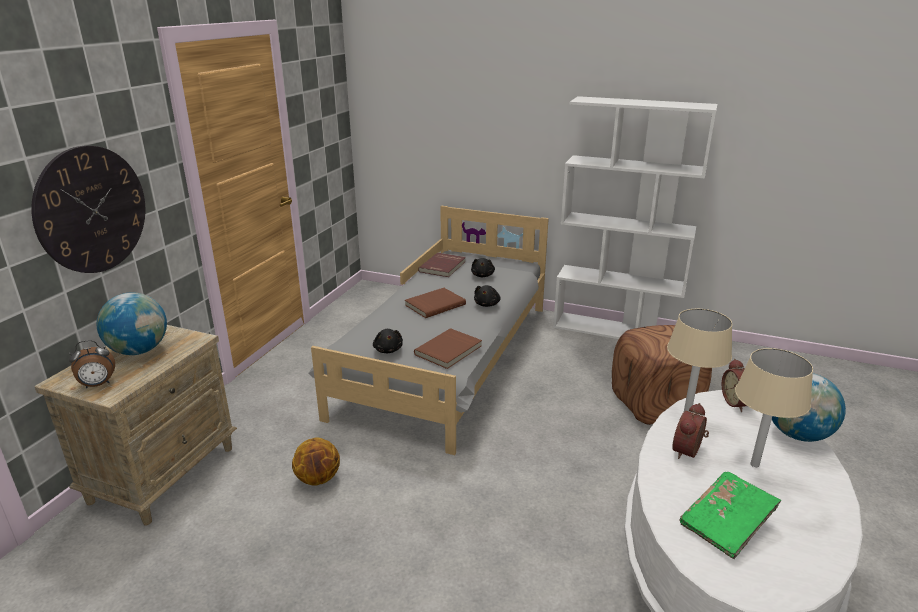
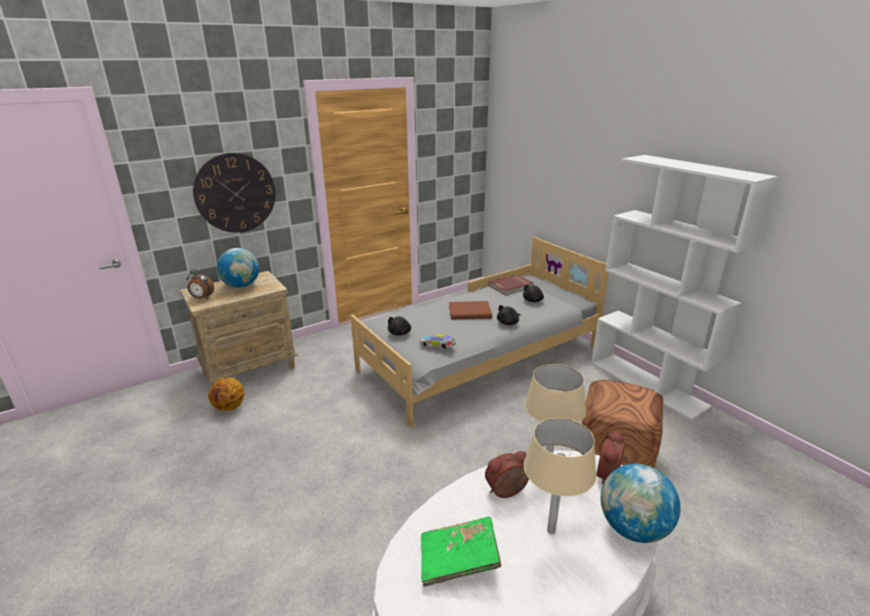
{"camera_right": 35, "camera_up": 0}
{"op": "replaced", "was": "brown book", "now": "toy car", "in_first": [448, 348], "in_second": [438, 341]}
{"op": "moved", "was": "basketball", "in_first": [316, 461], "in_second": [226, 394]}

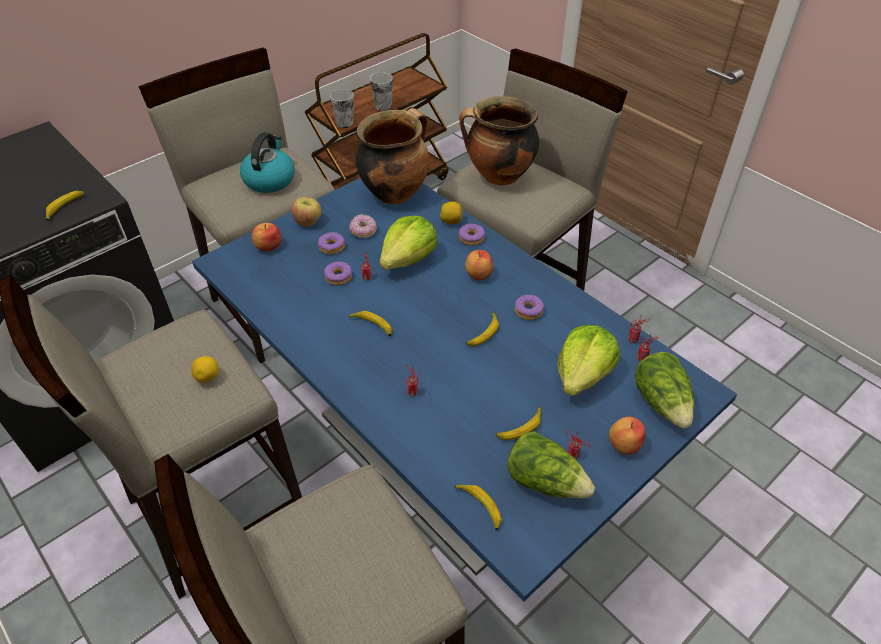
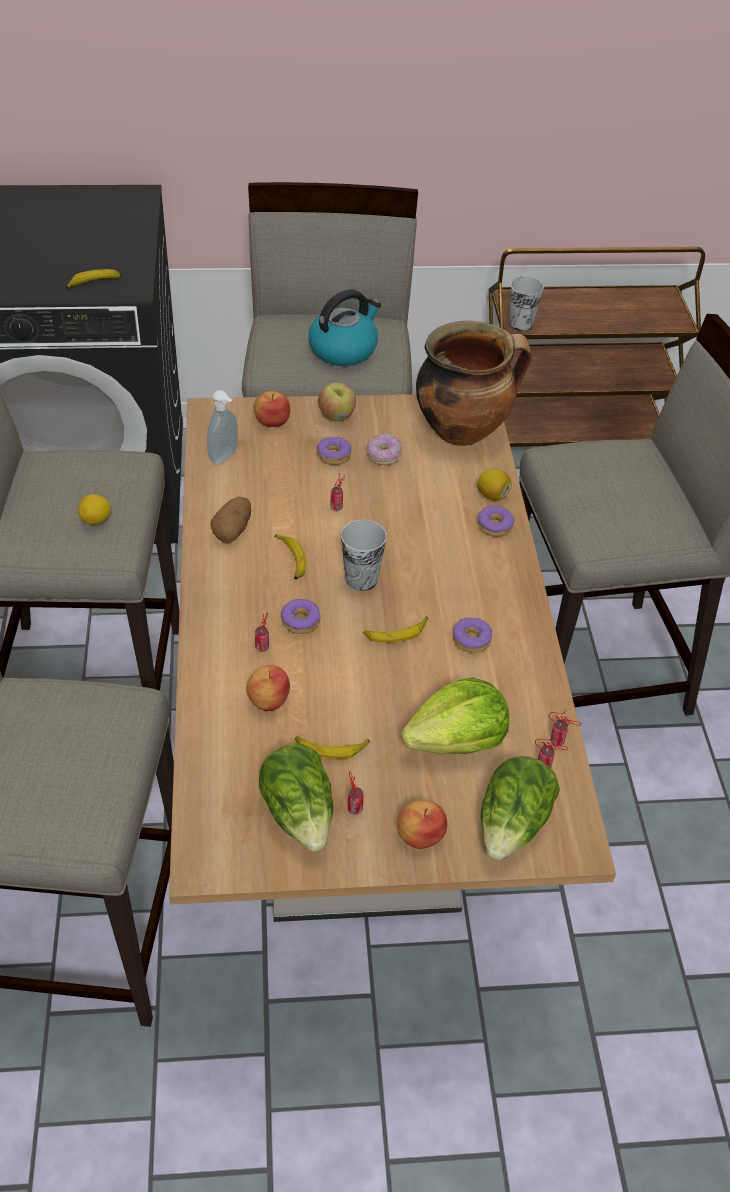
{"camera_right": 35, "camera_up": 0}
{"op": "moved", "was": "cup", "in_first": [381, 92], "in_second": [364, 555]}
{"op": "removed", "was": "cooking pot", "in_first": [499, 140]}
{"op": "recoloured", "was": "blue dining table", "now": "brown dining table", "in_first": [464, 390], "in_second": [392, 658]}
{"op": "removed", "was": "lettuce", "in_first": [408, 242]}
{"op": "moved", "was": "apple", "in_first": [479, 265], "in_second": [268, 688]}
{"op": "moved", "was": "donut", "in_first": [338, 273], "in_second": [301, 616]}
{"op": "removed", "was": "banana", "in_first": [478, 507]}
{"op": "added", "now": "soap dispenser", "in_second": [222, 427]}
{"op": "added", "now": "potato", "in_second": [230, 519]}

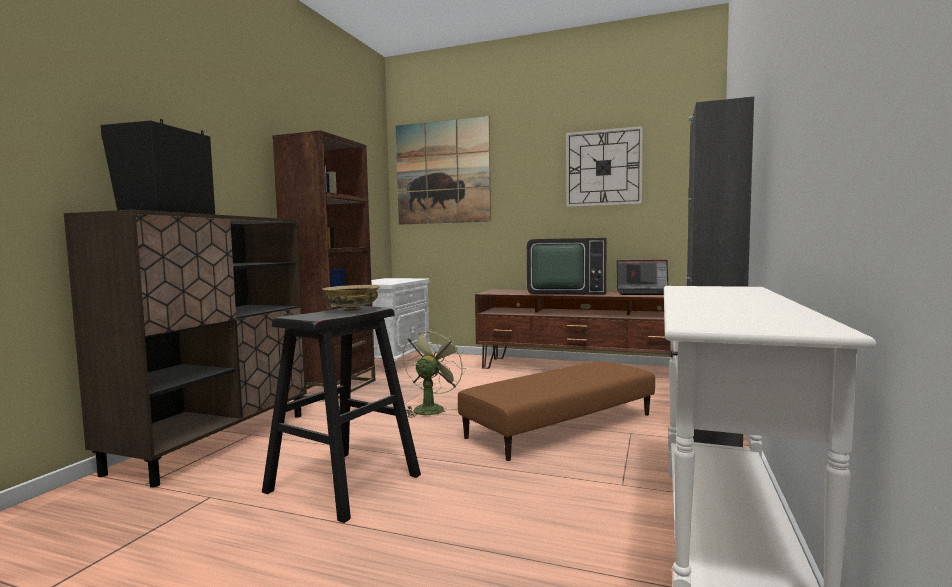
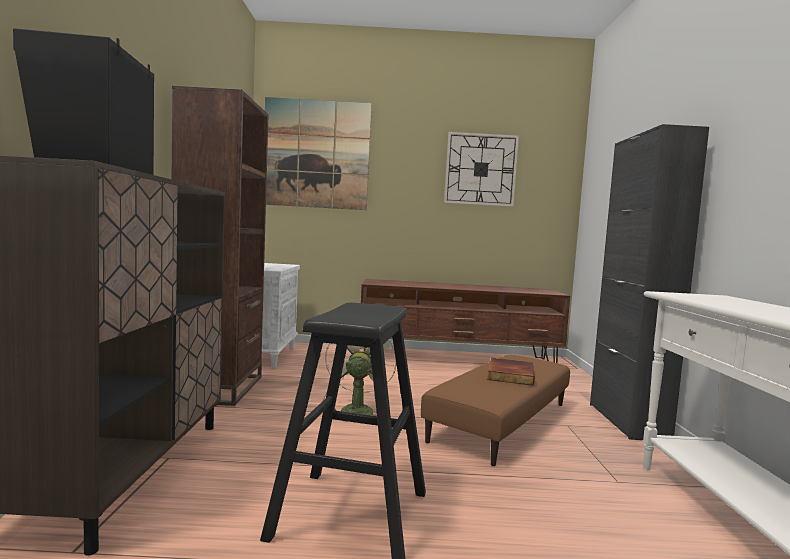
{"camera_right": -20, "camera_up": 0}
{"op": "removed", "was": "television", "in_first": [567, 266]}
{"op": "removed", "was": "laptop", "in_first": [642, 277]}
{"op": "removed", "was": "beige bowl", "in_first": [351, 298]}
{"op": "added", "now": "book", "in_second": [511, 372]}

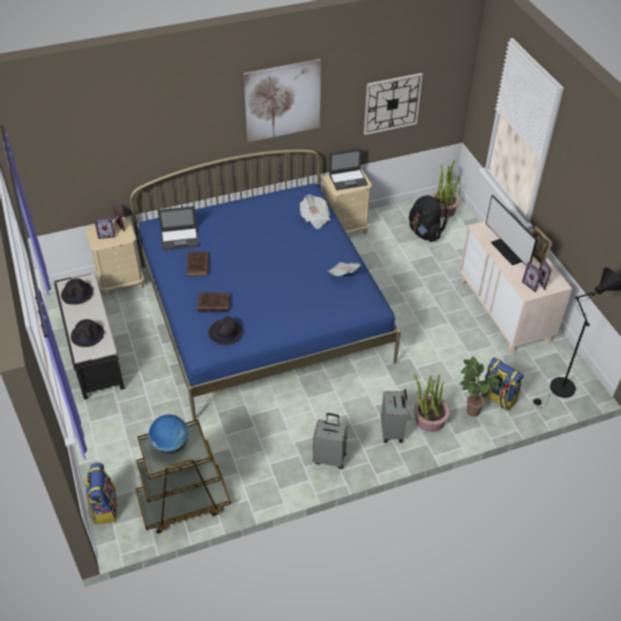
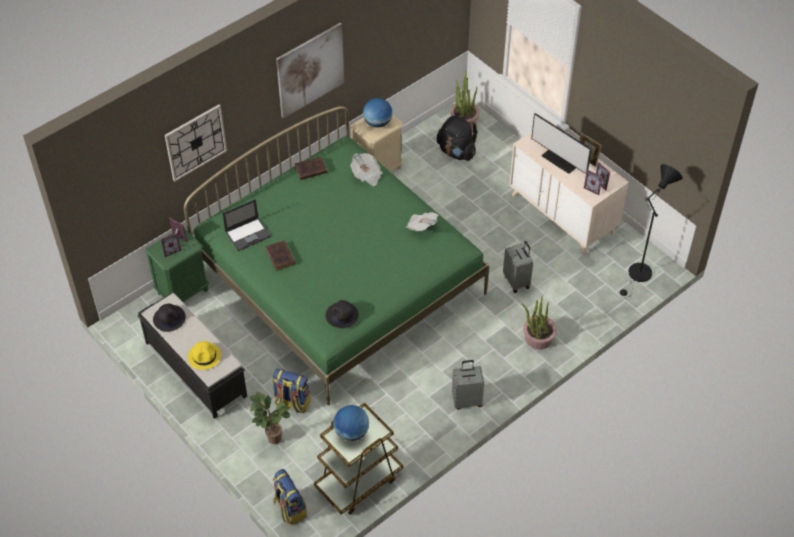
{"camera_right": -20, "camera_up": 5}
{"op": "moved", "was": "wall clock", "in_first": [393, 104], "in_second": [196, 142]}
{"op": "replaced", "was": "laptop", "now": "globe", "in_first": [348, 169], "in_second": [377, 113]}
{"op": "recoloured", "was": "blue bed", "now": "green bed", "in_first": [265, 285], "in_second": [337, 255]}
{"op": "recoloured", "was": "beige nightstand", "now": "green nightstand", "in_first": [114, 257], "in_second": [177, 265]}
{"op": "moved", "was": "brown book", "in_first": [213, 302], "in_second": [311, 168]}
{"op": "recoloured", "was": "black hat", "now": "yellow hat", "in_first": [87, 333], "in_second": [204, 355]}
{"op": "moved", "was": "potted plant", "in_first": [480, 386], "in_second": [270, 417]}
{"op": "moved", "was": "backpack", "in_first": [502, 384], "in_second": [292, 390]}
{"op": "moved", "was": "grey suitcase", "in_first": [394, 416], "in_second": [518, 267]}

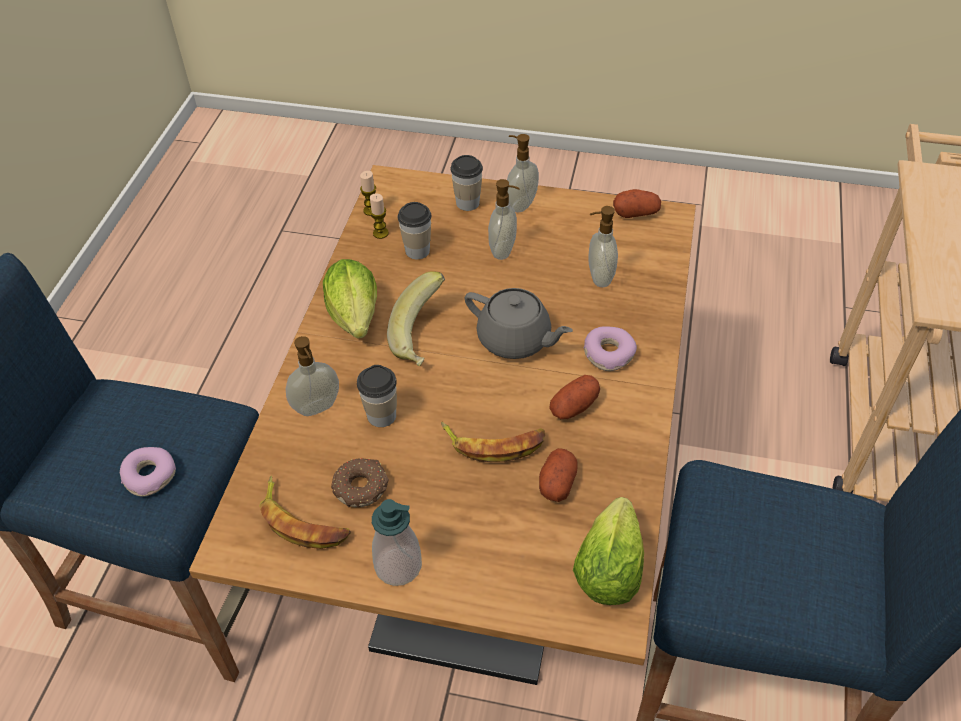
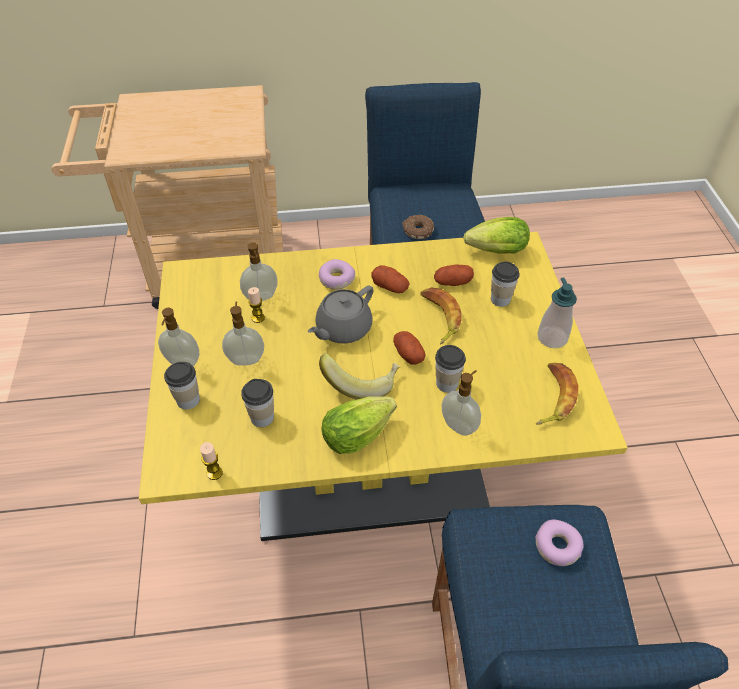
{"camera_right": -110, "camera_up": 0}
{"op": "recoloured", "was": "brown dining table", "now": "yellow dining table", "in_first": [442, 425], "in_second": [383, 386]}
{"op": "moved", "was": "potato", "in_first": [637, 203], "in_second": [409, 348]}
{"op": "moved", "was": "candle", "in_first": [379, 216], "in_second": [256, 305]}
{"op": "turned", "was": "grey teapot", "in_first": [519, 323], "in_second": [340, 314], "clockwise": -150}
{"op": "moved", "was": "donut", "in_first": [360, 482], "in_second": [418, 227]}
{"op": "added", "now": "cup", "in_second": [505, 284]}

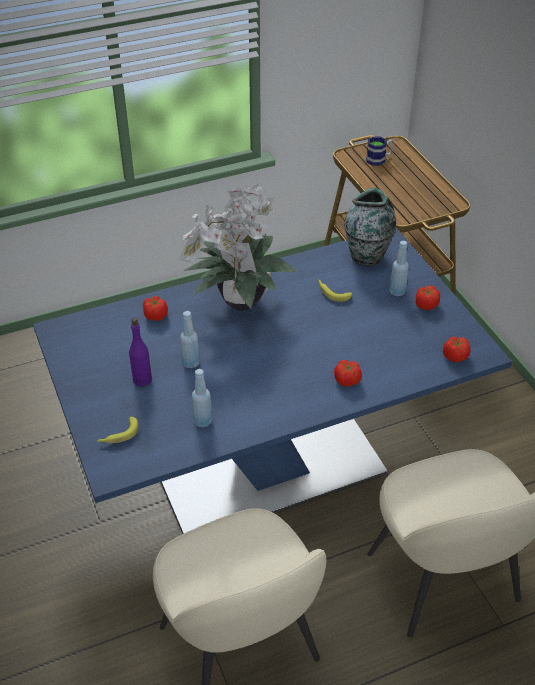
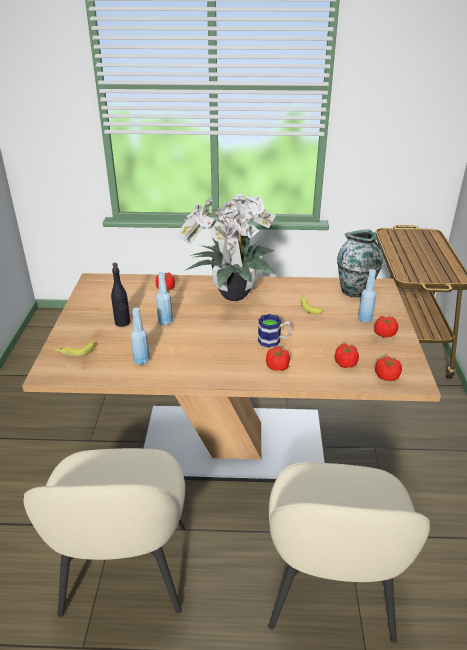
{"camera_right": 25, "camera_up": -10}
{"op": "moved", "was": "mug", "in_first": [380, 151], "in_second": [274, 331]}
{"op": "recoloured", "was": "blue dining table", "now": "brown dining table", "in_first": [272, 381], "in_second": [231, 378]}
{"op": "recoloured", "was": "purple bottle", "now": "black bottle", "in_first": [140, 352], "in_second": [120, 295]}
{"op": "added", "now": "tomato", "in_second": [347, 356]}

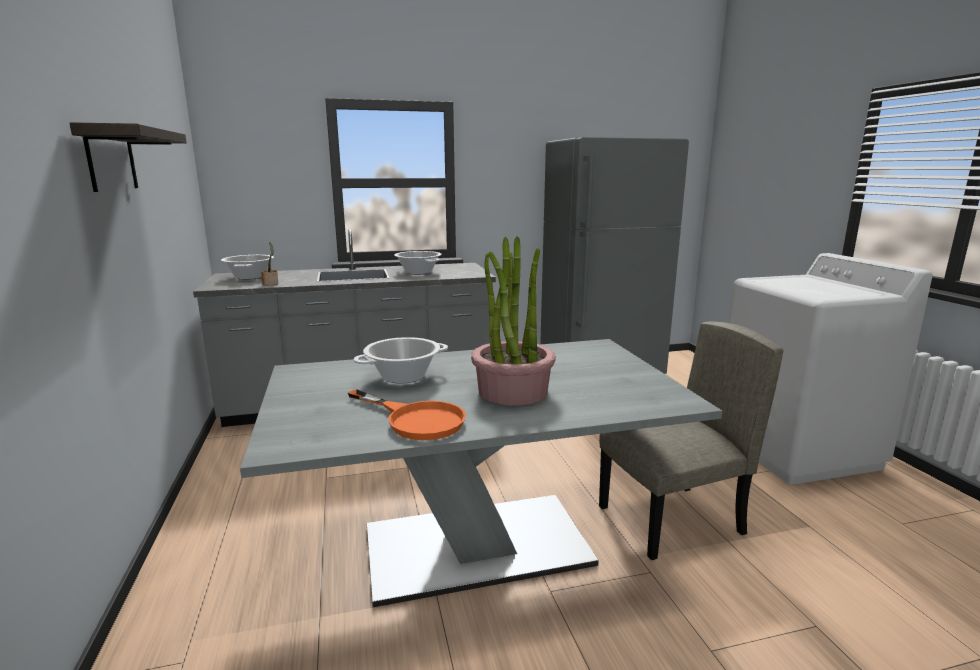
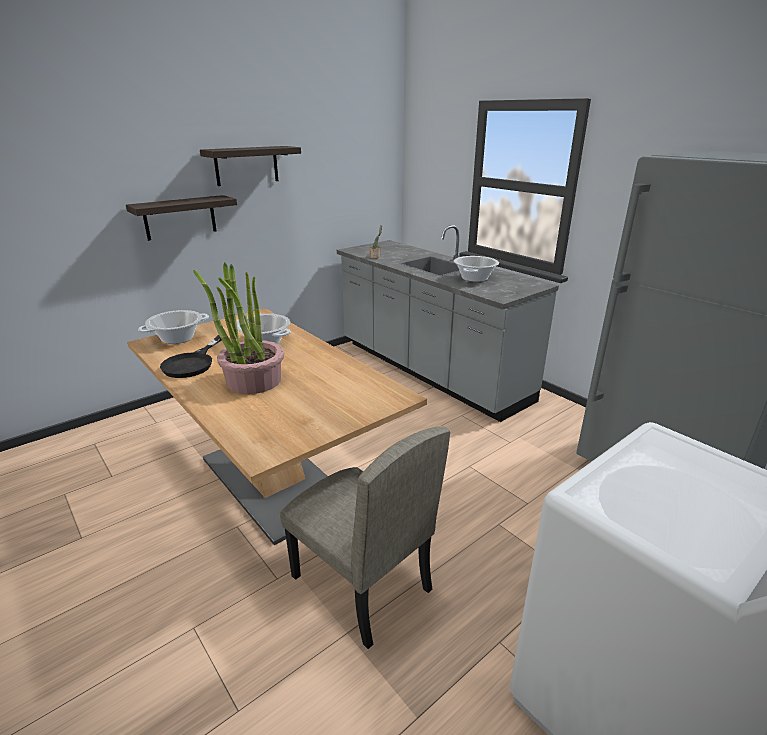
{"camera_right": 65, "camera_up": 10}
{"op": "moved", "was": "cooking pot", "in_first": [247, 267], "in_second": [173, 327]}
{"op": "recoloured", "was": "grey dining table", "now": "brown dining table", "in_first": [481, 473], "in_second": [277, 426]}
{"op": "recoloured", "was": "orange frying pan", "now": "black frying pan", "in_first": [407, 414], "in_second": [191, 356]}
{"op": "added", "now": "shelf", "in_second": [181, 218]}

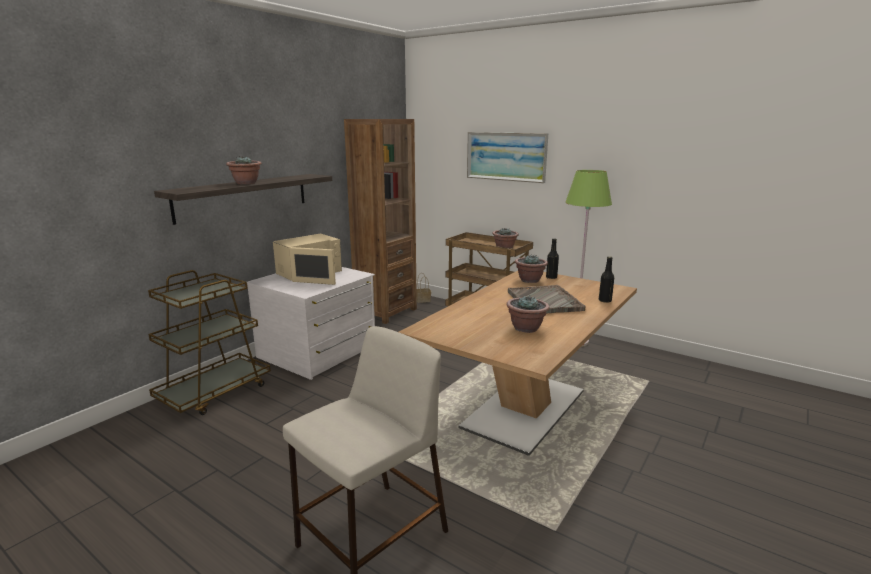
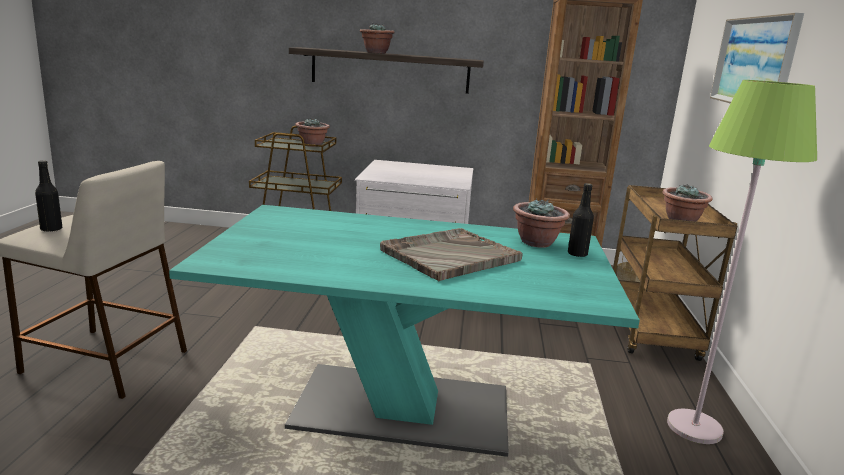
{"camera_right": 60, "camera_up": 0}
{"op": "removed", "was": "beige microwave", "in_first": [307, 259]}
{"op": "moved", "was": "black bottle", "in_first": [606, 279], "in_second": [48, 196]}
{"op": "recoloured", "was": "brown dining table", "now": "turquoise dining table", "in_first": [518, 363], "in_second": [404, 331]}
{"op": "moved", "was": "potted plant", "in_first": [527, 314], "in_second": [312, 132]}

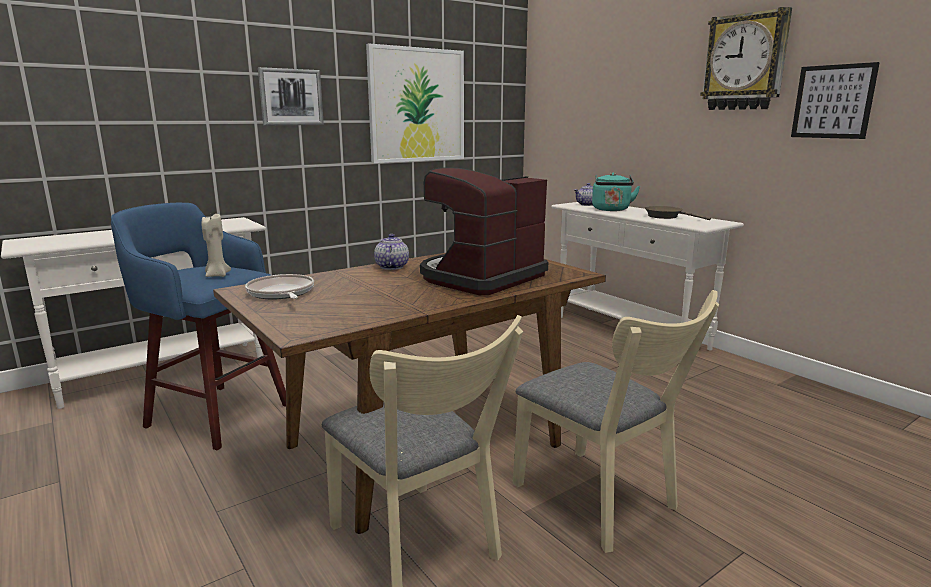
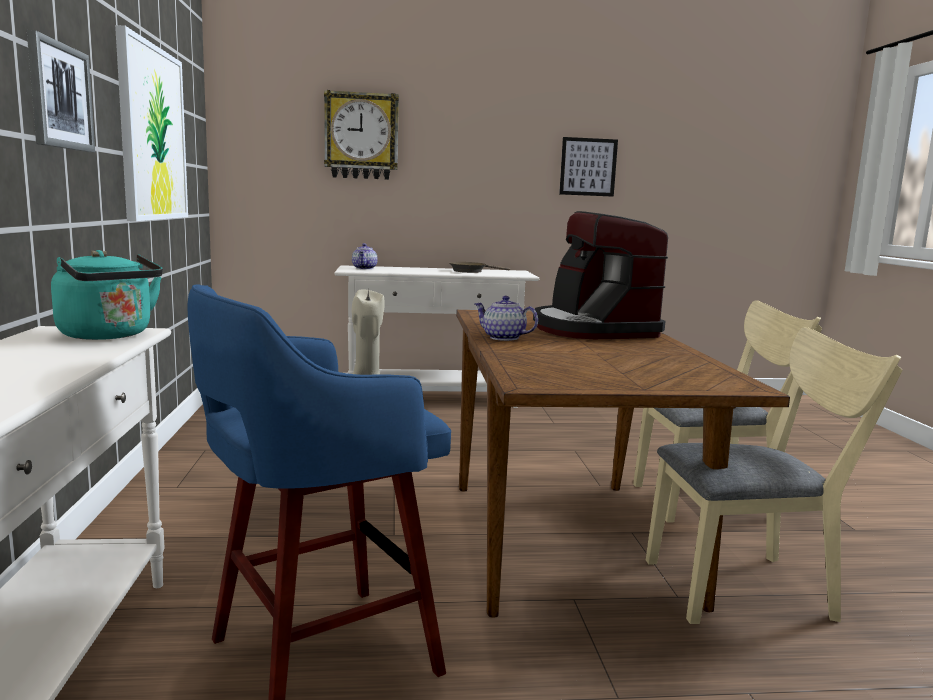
{"camera_right": -60, "camera_up": -5}
{"op": "moved", "was": "wall clock", "in_first": [746, 58], "in_second": [361, 135]}
{"op": "moved", "was": "turquoise kettle", "in_first": [616, 192], "in_second": [107, 295]}
{"op": "removed", "was": "frying pan", "in_first": [279, 286]}

